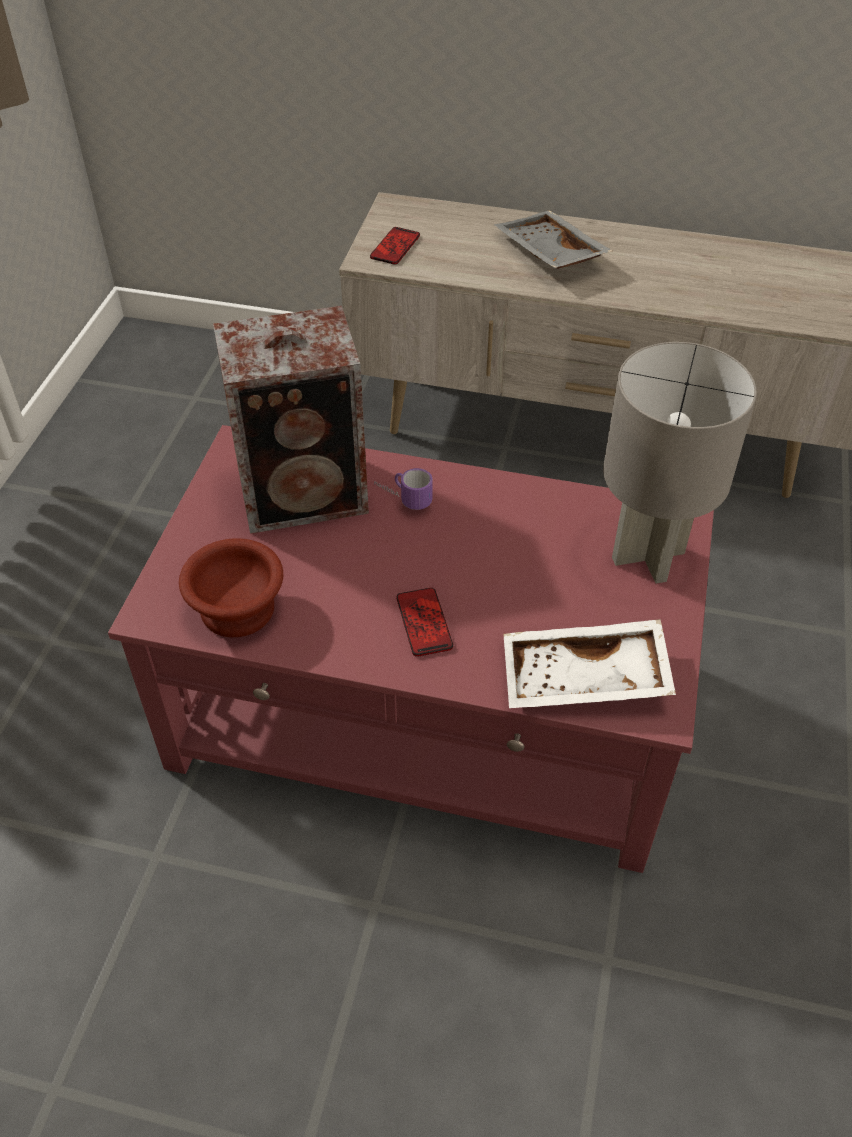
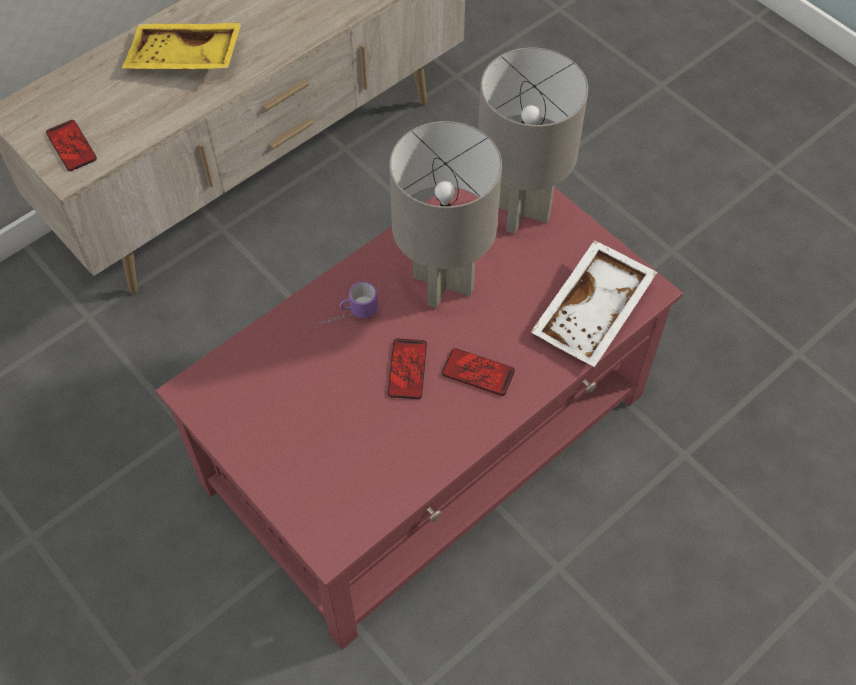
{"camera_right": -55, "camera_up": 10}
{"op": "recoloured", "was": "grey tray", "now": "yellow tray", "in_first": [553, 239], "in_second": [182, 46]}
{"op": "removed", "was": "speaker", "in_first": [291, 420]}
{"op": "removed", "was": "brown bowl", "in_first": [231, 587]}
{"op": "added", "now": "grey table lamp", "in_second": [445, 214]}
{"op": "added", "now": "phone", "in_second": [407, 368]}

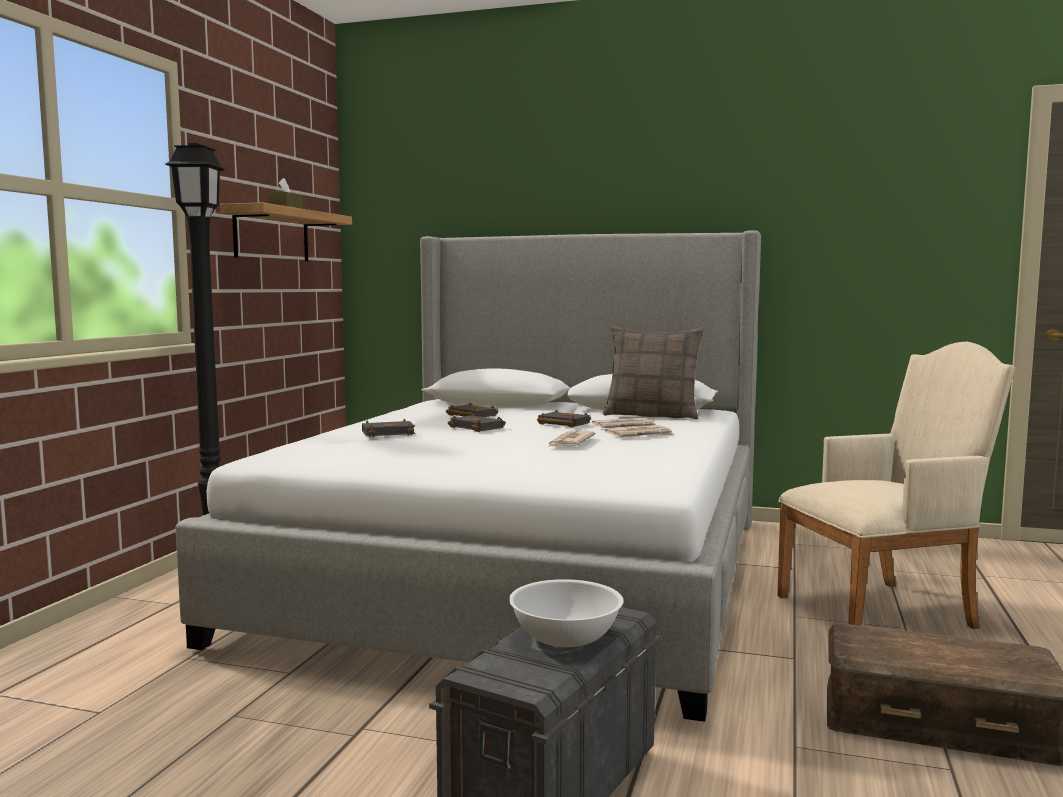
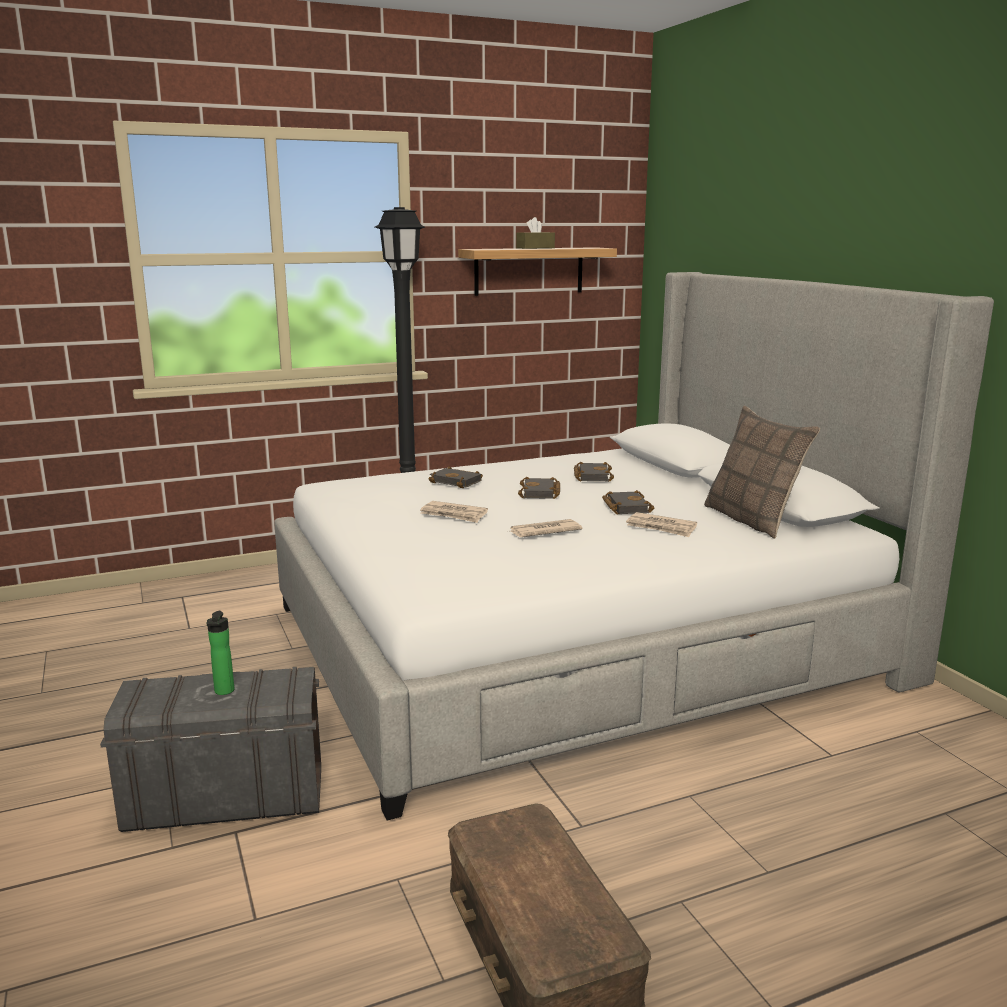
{"camera_right": 50, "camera_up": 10}
{"op": "removed", "was": "beige armchair", "in_first": [896, 485]}
{"op": "moved", "was": "newspaper", "in_first": [639, 431], "in_second": [454, 512]}
{"op": "replaced", "was": "white bowl", "now": "bottle", "in_first": [566, 613], "in_second": [220, 653]}

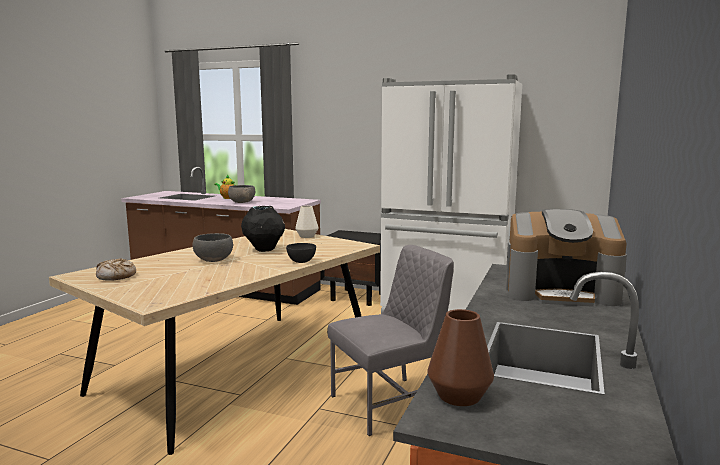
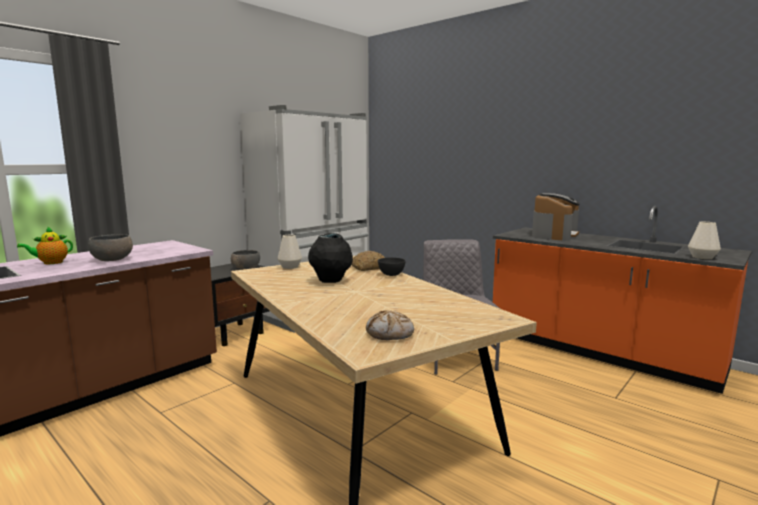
{"camera_right": -70, "camera_up": 0}
{"op": "moved", "was": "grey bowl", "in_first": [212, 247], "in_second": [245, 260]}
{"op": "recoloured", "was": "brown vase", "now": "white vase", "in_first": [461, 357], "in_second": [704, 240]}
{"op": "added", "now": "bread", "in_second": [368, 261]}

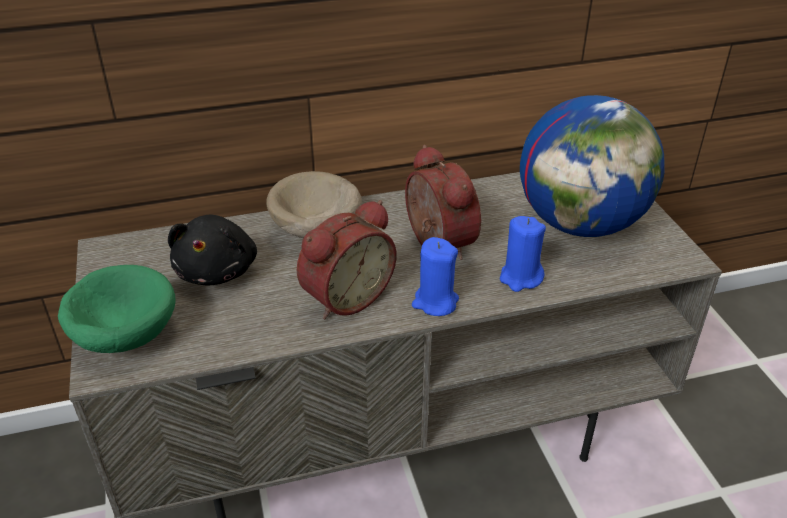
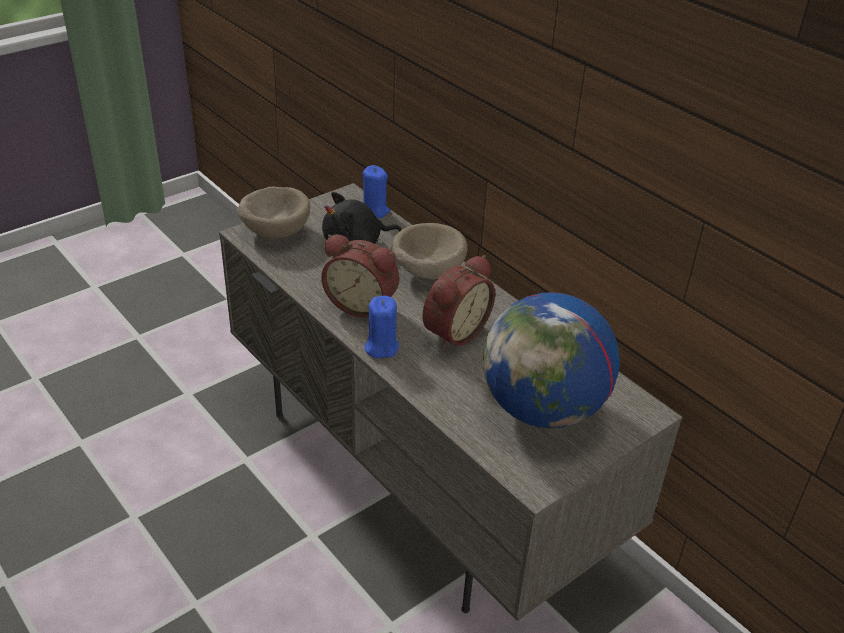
{"camera_right": 65, "camera_up": 0}
{"op": "moved", "was": "blue candle", "in_first": [523, 254], "in_second": [376, 192]}
{"op": "recoloured", "was": "green bowl", "now": "beige bowl", "in_first": [117, 309], "in_second": [273, 213]}

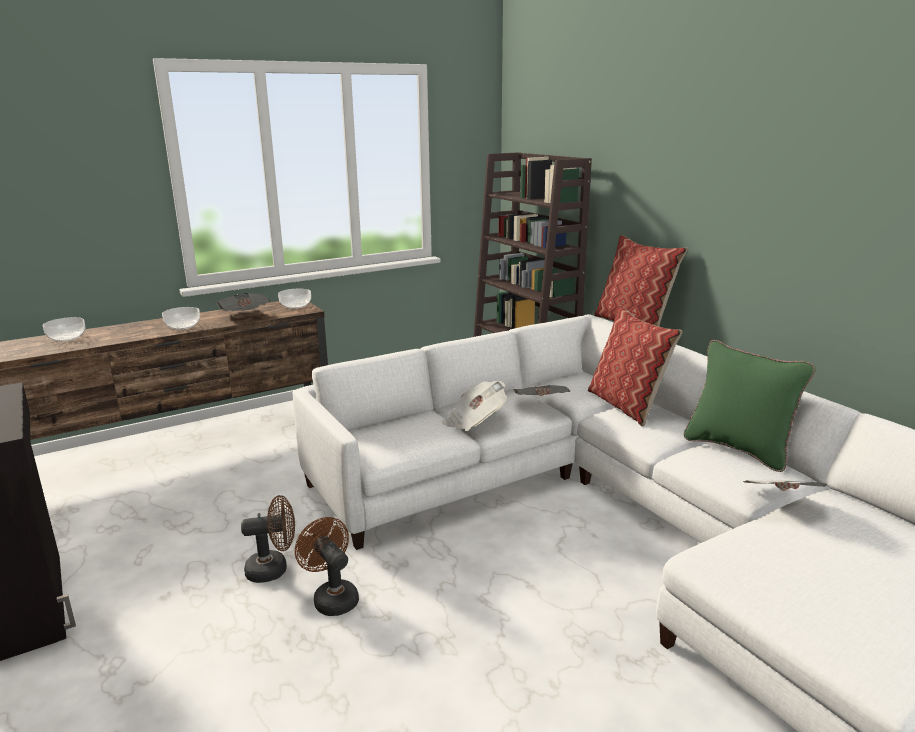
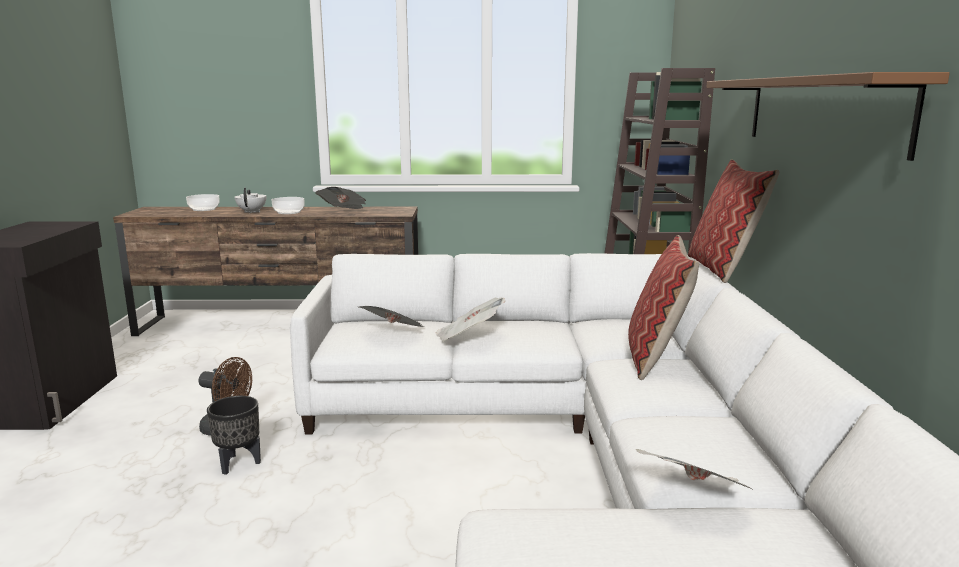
{"camera_right": 30, "camera_up": -5}
{"op": "removed", "was": "bowl", "in_first": [294, 299]}
{"op": "removed", "was": "green pillow", "in_first": [749, 406]}
{"op": "moved", "was": "newspaper", "in_first": [542, 390], "in_second": [392, 316]}
{"op": "replaced", "was": "brown fan", "now": "black planter", "in_first": [327, 566], "in_second": [234, 435]}
{"op": "added", "now": "brown shelf", "in_second": [828, 116]}
{"op": "added", "now": "white teapot", "in_second": [250, 201]}

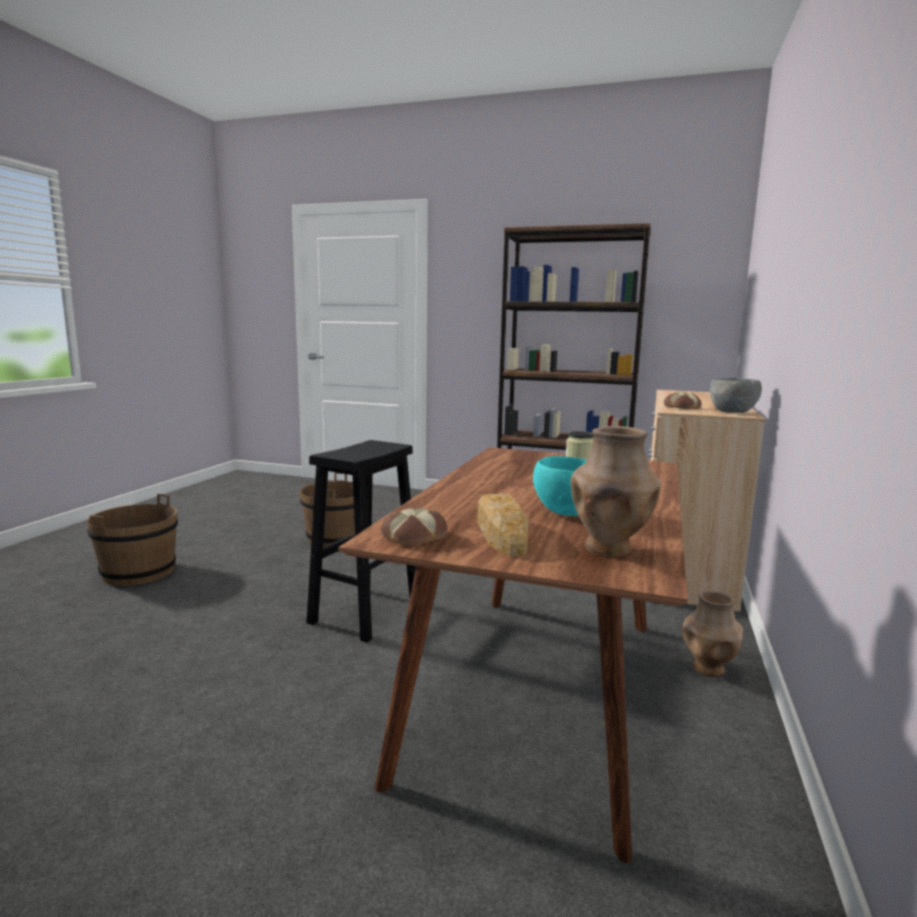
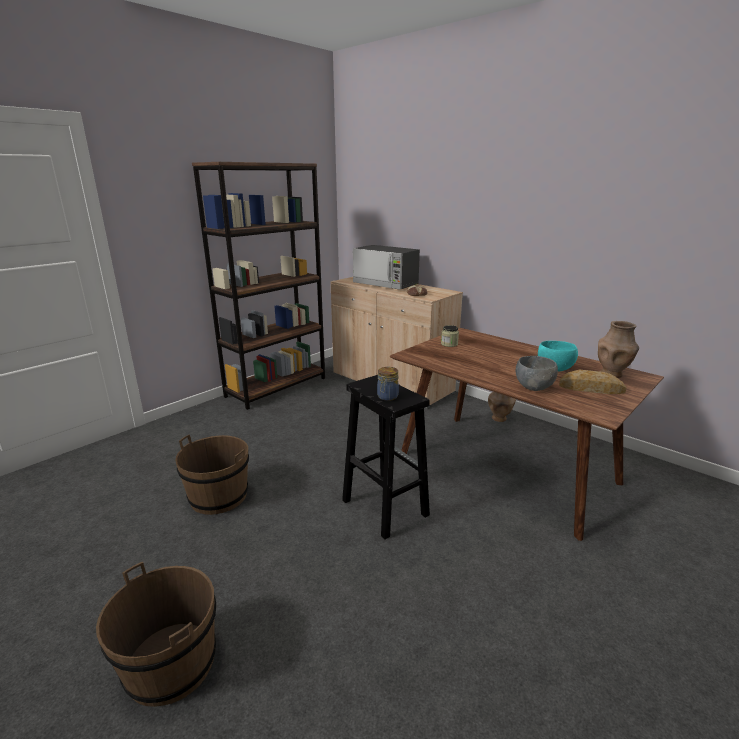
{"camera_right": -65, "camera_up": 10}
{"op": "moved", "was": "grey bowl", "in_first": [736, 395], "in_second": [537, 373]}
{"op": "removed", "was": "bread", "in_first": [414, 527]}
{"op": "added", "now": "microwave", "in_second": [386, 267]}
{"op": "added", "now": "jar", "in_second": [388, 384]}

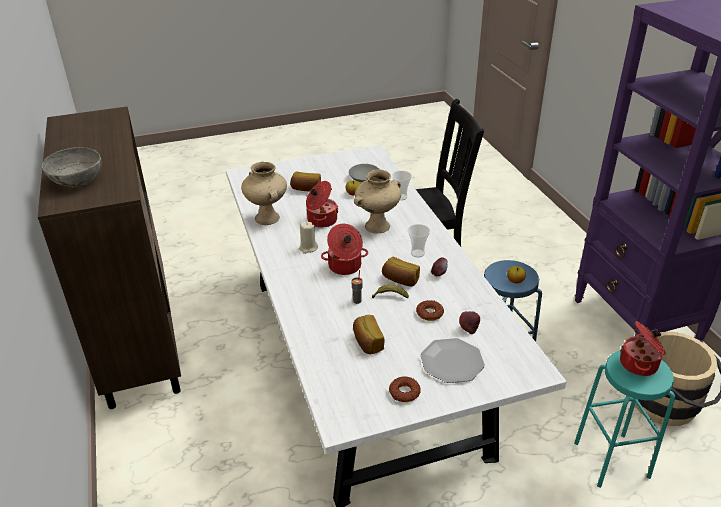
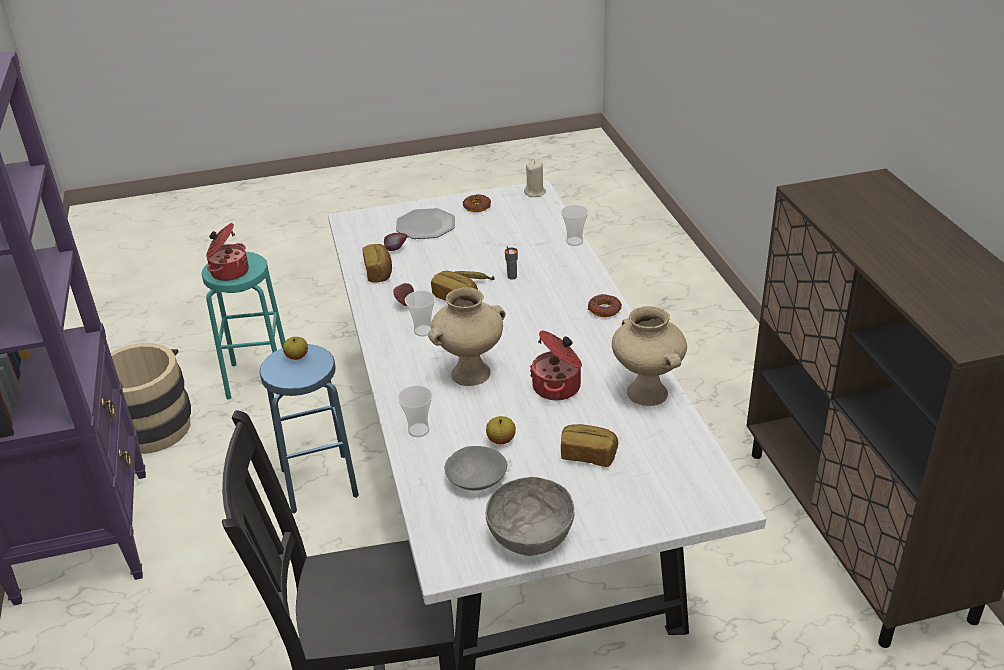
{"camera_right": -175, "camera_up": 0}
{"op": "moved", "was": "grey bowl", "in_first": [71, 167], "in_second": [530, 516]}
{"op": "moved", "was": "beige candle", "in_first": [308, 238], "in_second": [535, 178]}
{"op": "removed", "was": "cooking pot", "in_first": [344, 249]}
{"op": "moved", "was": "donut", "in_first": [430, 310], "in_second": [605, 305]}
{"op": "moved", "was": "bread", "in_first": [368, 334], "in_second": [377, 263]}
{"op": "added", "now": "cup", "in_second": [574, 225]}

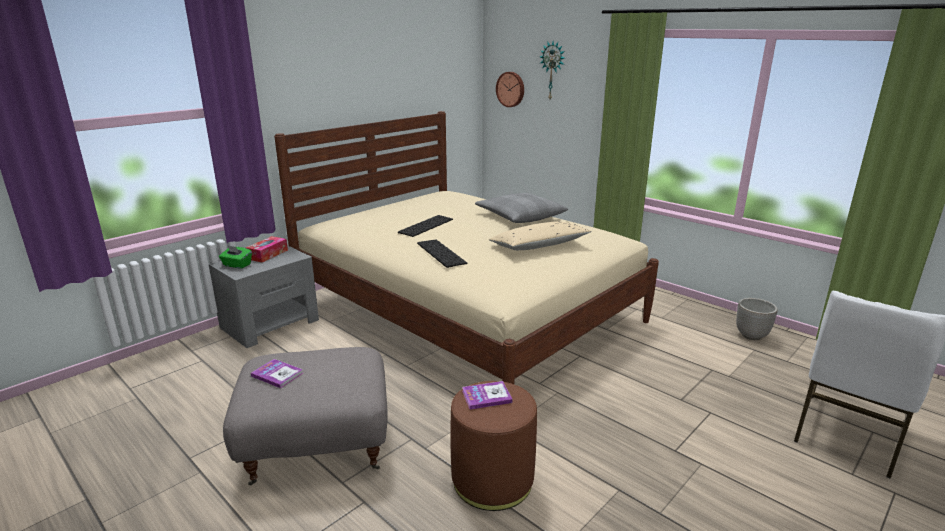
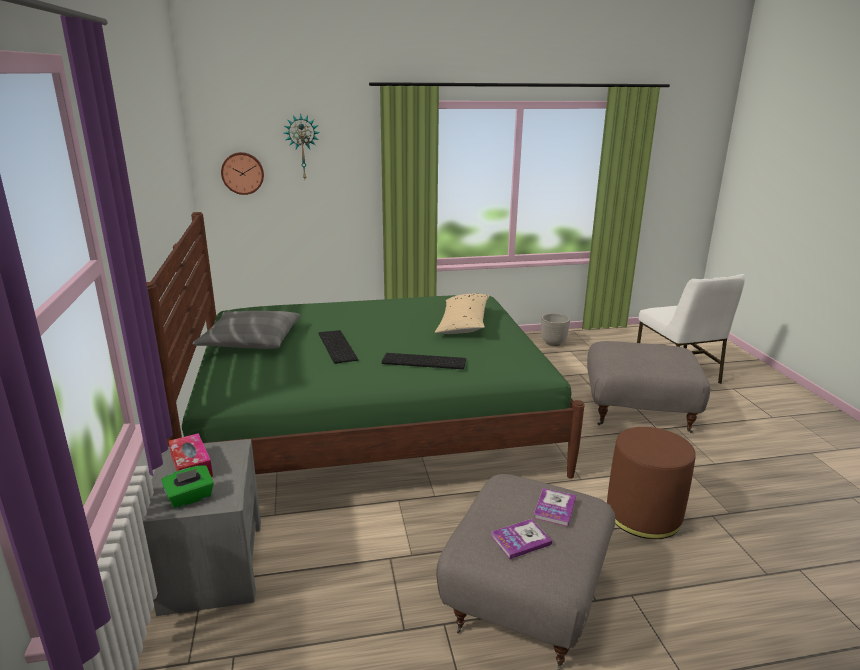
{"camera_right": -55, "camera_up": 0}
{"op": "recoloured", "was": "beige bed", "now": "green bed", "in_first": [466, 247], "in_second": [366, 345]}
{"op": "moved", "was": "grey pillow", "in_first": [521, 208], "in_second": [246, 330]}
{"op": "moved", "was": "book", "in_first": [487, 395], "in_second": [555, 507]}
{"op": "added", "now": "grey ottoman", "in_second": [648, 387]}

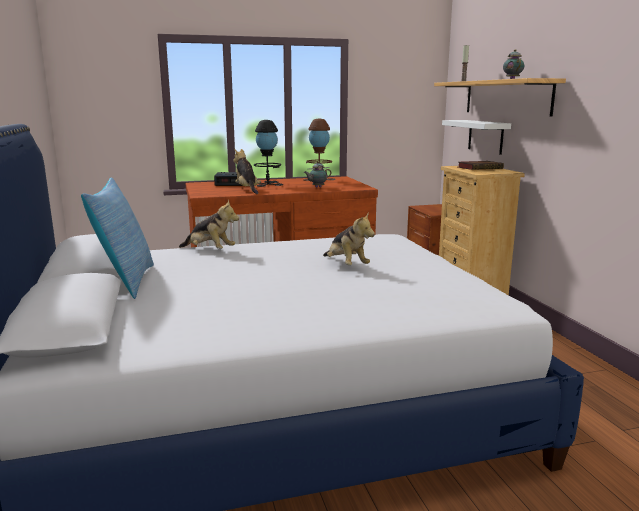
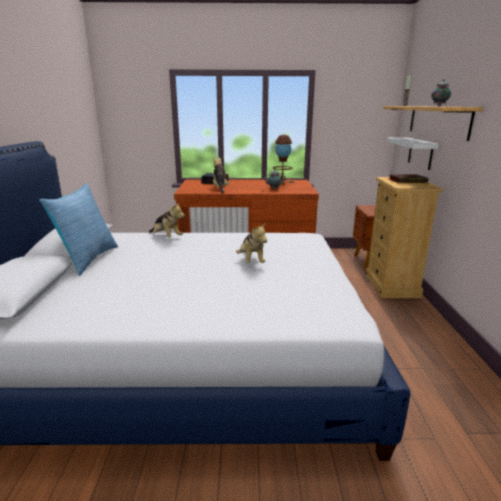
{"camera_right": 15, "camera_up": 5}
{"op": "removed", "was": "black table lamp", "in_first": [268, 153]}

